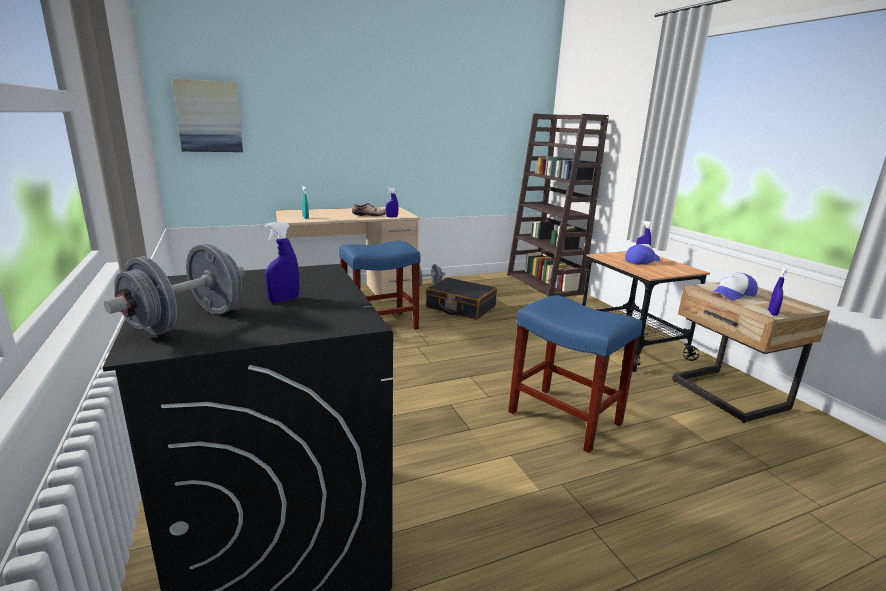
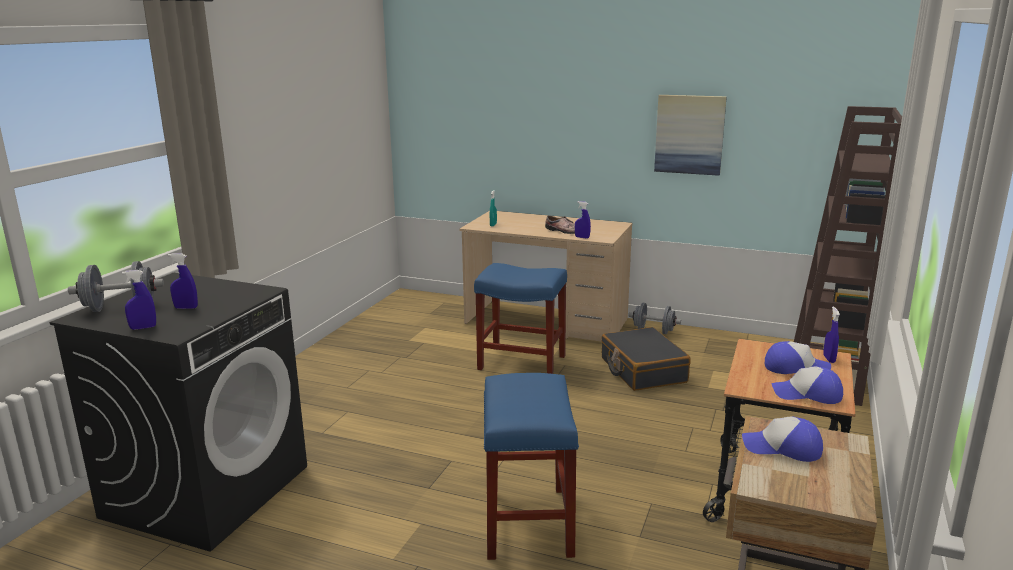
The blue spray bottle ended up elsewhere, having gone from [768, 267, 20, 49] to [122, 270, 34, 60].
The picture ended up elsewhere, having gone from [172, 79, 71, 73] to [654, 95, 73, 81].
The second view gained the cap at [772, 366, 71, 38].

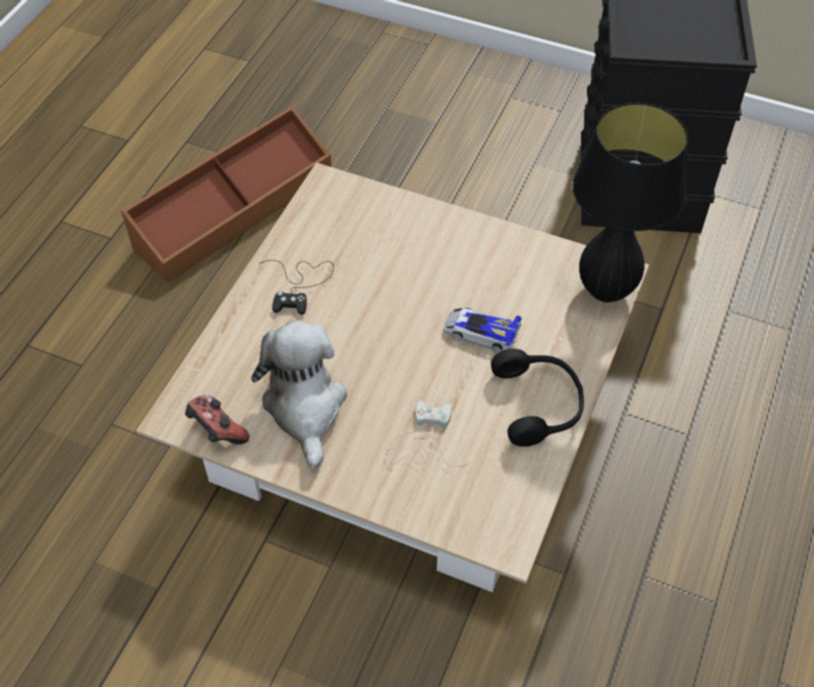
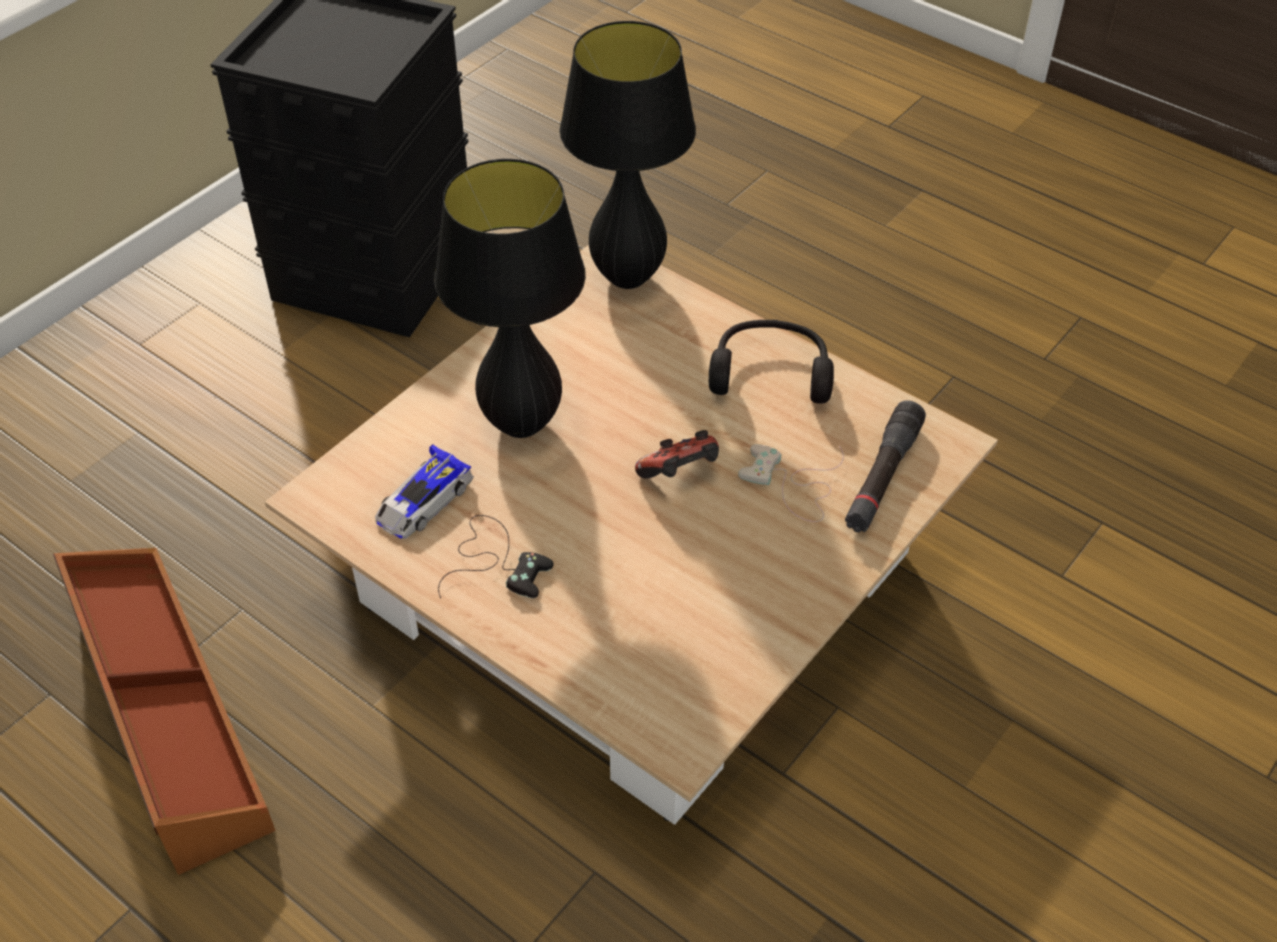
The toy car ended up elsewhere, having gone from [443, 308, 79, 45] to [375, 444, 99, 95].
The second view gained the black table lamp at [434, 159, 152, 279].
The game controller ended up elsewhere, having gone from [185, 395, 64, 49] to [635, 430, 84, 49].
The second view gained the black flashlight at [845, 400, 81, 132].
The second view lost the plush toy at [251, 320, 96, 149].

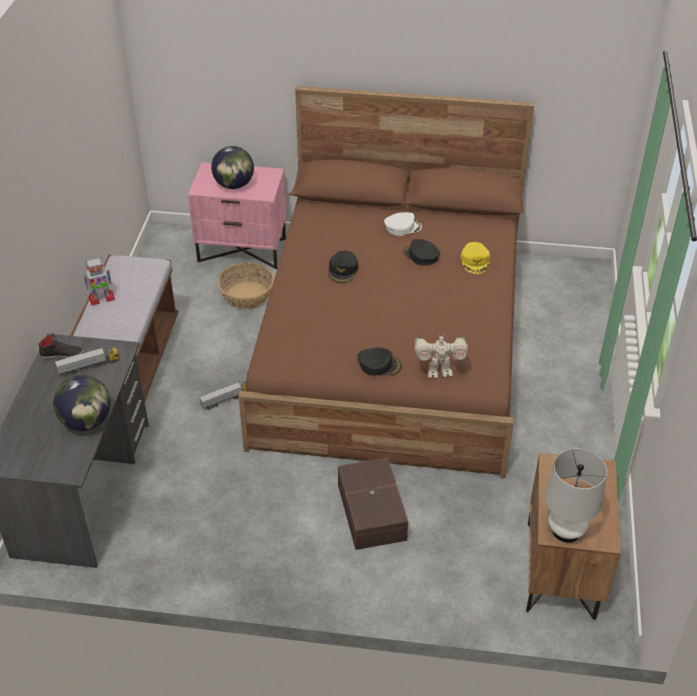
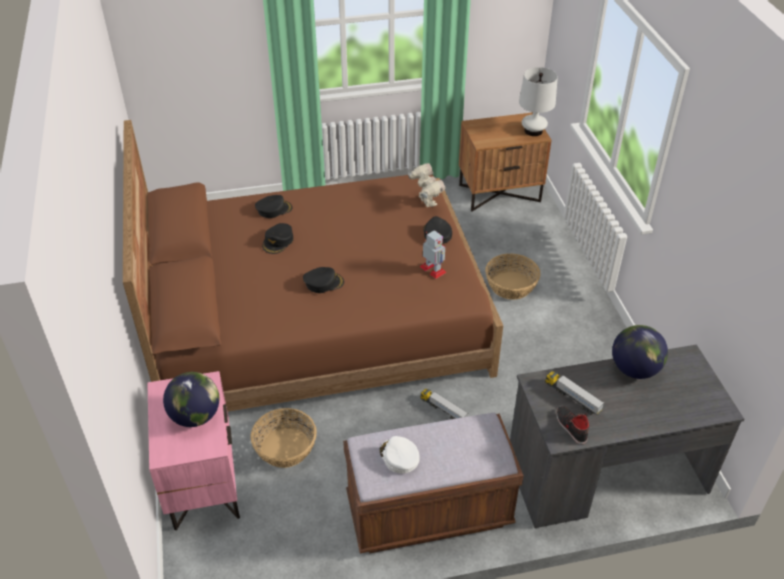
What was the yellow cap at [461, 242, 29, 32] turned into the black cap at [255, 195, 37, 23].
The white cap ended up elsewhere, having gone from [384, 212, 38, 24] to [379, 436, 41, 38].
The toy robot ended up elsewhere, having gone from [83, 257, 32, 49] to [420, 230, 26, 49].
Where the brown storage box stood at [338, 458, 70, 92], the basket came to stand at [485, 254, 56, 46].

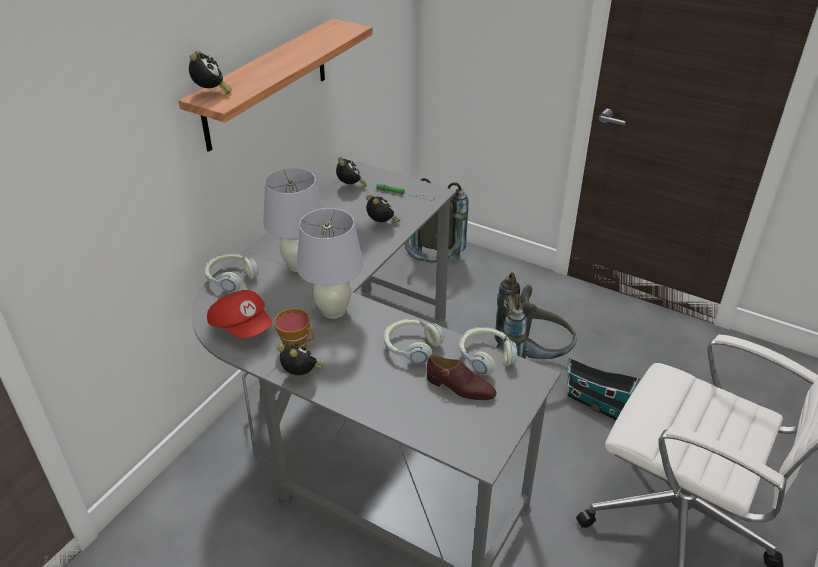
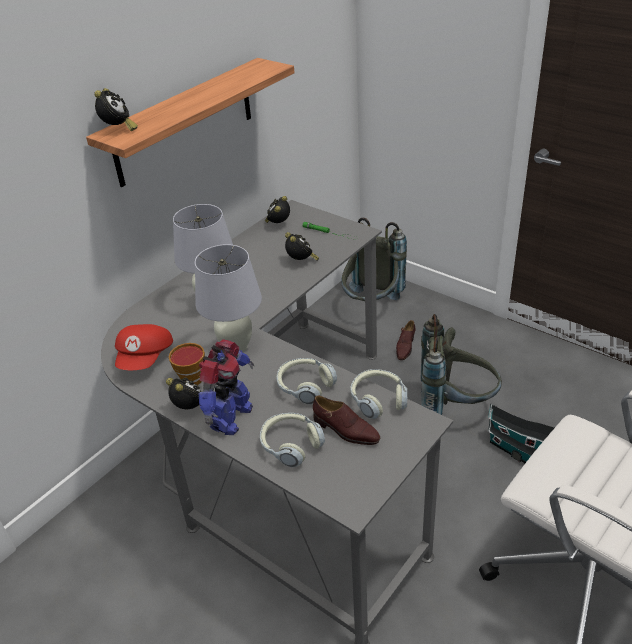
The red cap at [207, 290, 65, 48] ended up facing another way, 45 degrees clockwise from before.
The second view gained the toy robot at [199, 339, 55, 96].
The headphones ended up elsewhere, having gone from [204, 254, 55, 38] to [260, 413, 65, 54].
The alarm clock at [336, 157, 31, 31] ended up facing another way, 150 degrees counterclockwise from before.
The second view gained the brown shoe at [396, 320, 20, 40].

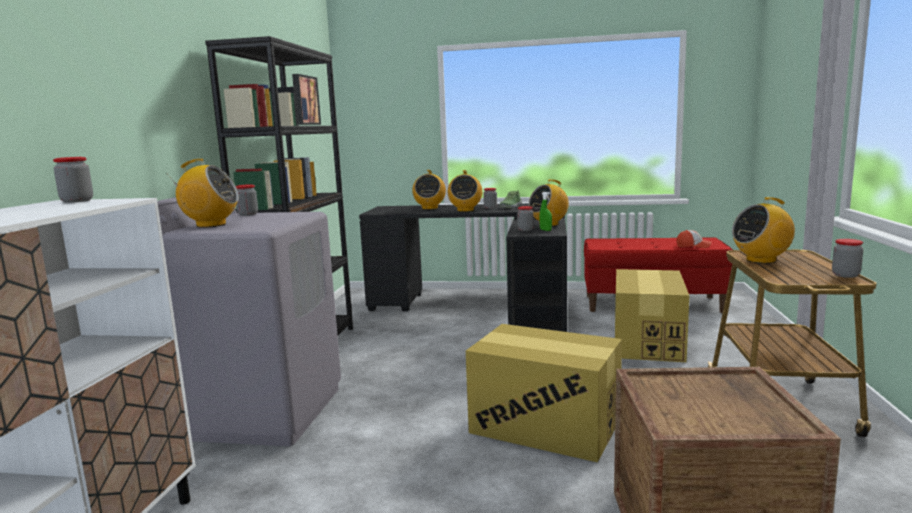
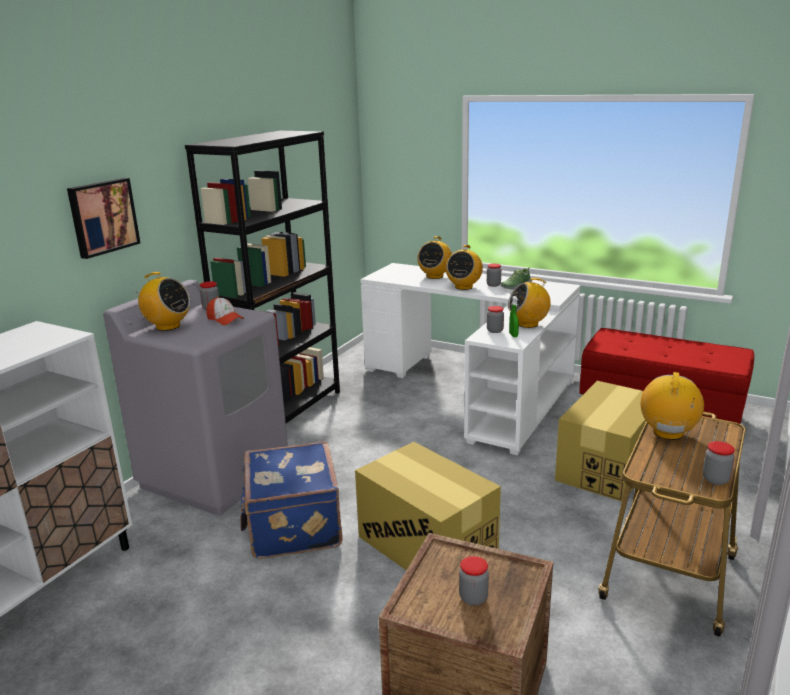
The picture ended up elsewhere, having gone from [292, 74, 29, 51] to [67, 178, 73, 81].
The cap ended up elsewhere, having gone from [676, 230, 36, 18] to [206, 297, 38, 28].
The second view gained the blue suitcase at [240, 441, 102, 118].
What was the black desk at [359, 203, 208, 129] turned into the white desk at [360, 263, 220, 192].
The jar ended up elsewhere, having gone from [53, 157, 40, 46] to [459, 556, 30, 50].
The radio at [732, 197, 63, 67] ended up facing another way, 105 degrees clockwise from before.

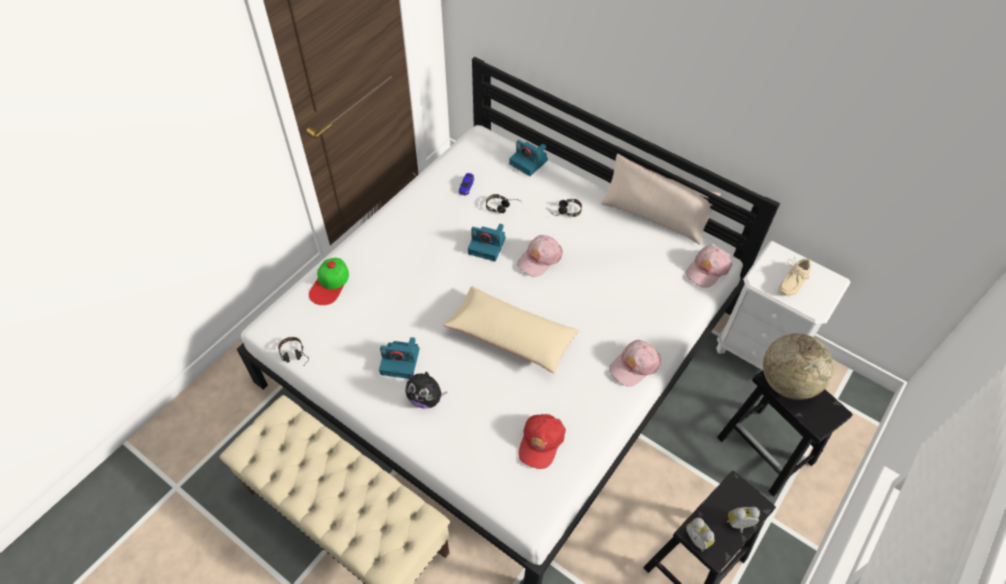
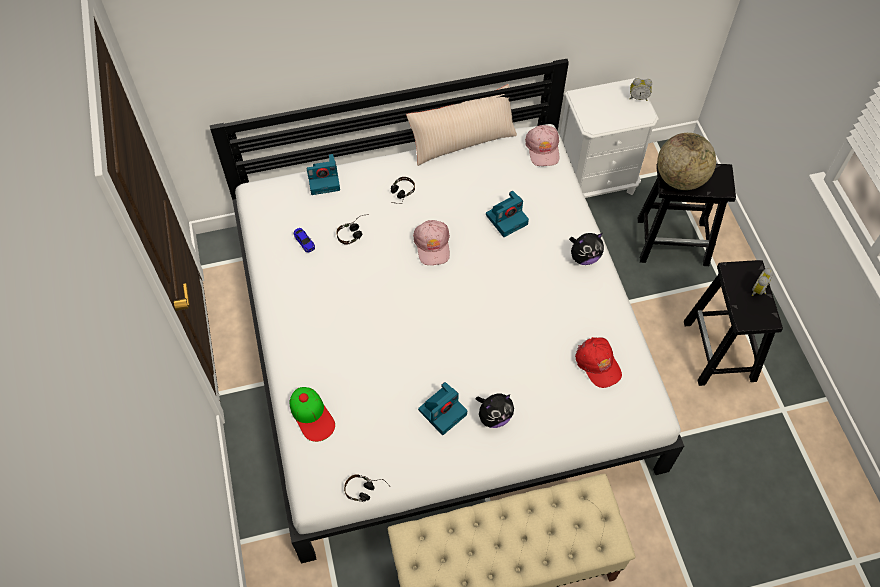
The photo camera ended up elsewhere, having gone from [468, 224, 38, 37] to [486, 191, 43, 46].
Where the pink cap stood at [609, 340, 52, 47], the plush toy came to stand at [569, 233, 35, 32].
The alarm clock ended up elsewhere, having gone from [686, 518, 28, 34] to [630, 78, 22, 23].
The second view lost the beige pillow at [443, 286, 136, 88].
The second view lost the beige shoe at [778, 257, 33, 39].

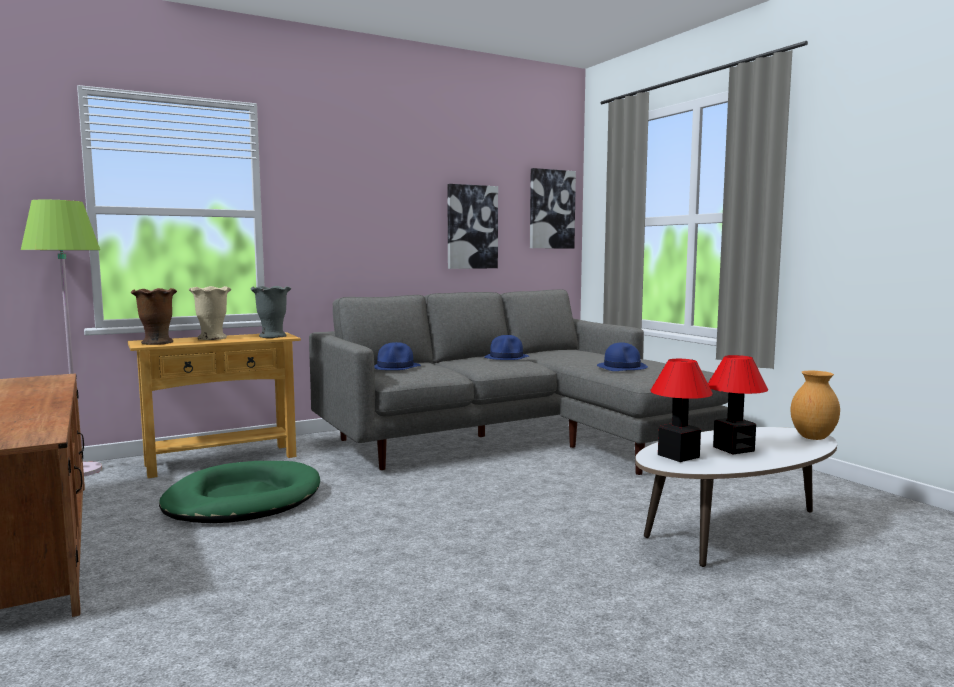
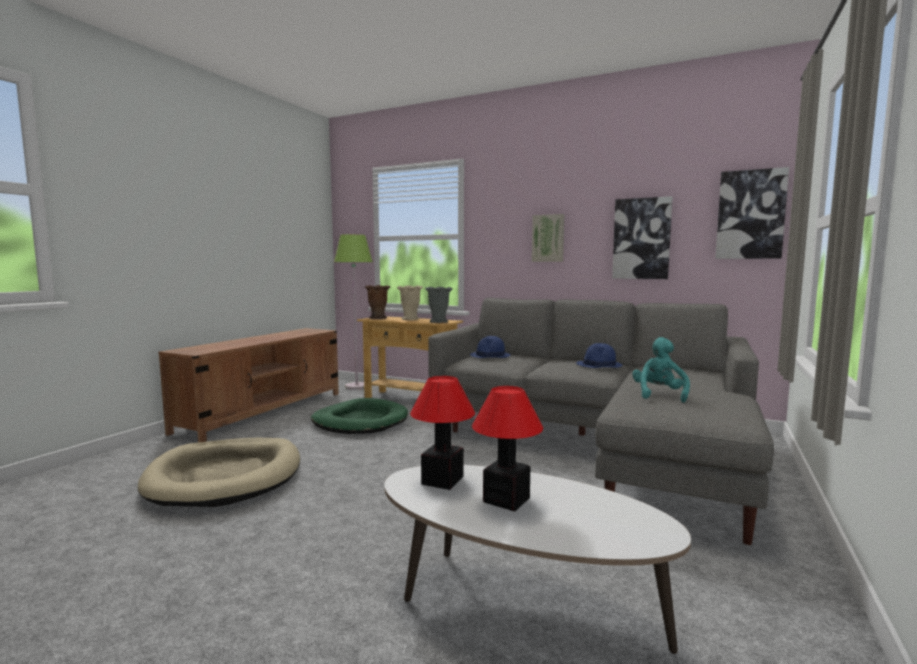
The second view gained the beige dog bed at [138, 438, 162, 69].
The second view gained the picture at [532, 214, 32, 48].
Where the blue hat stood at [597, 342, 51, 29], the turquoise plush toy came to stand at [632, 337, 58, 66].
The second view lost the brown vase at [791, 371, 49, 69].

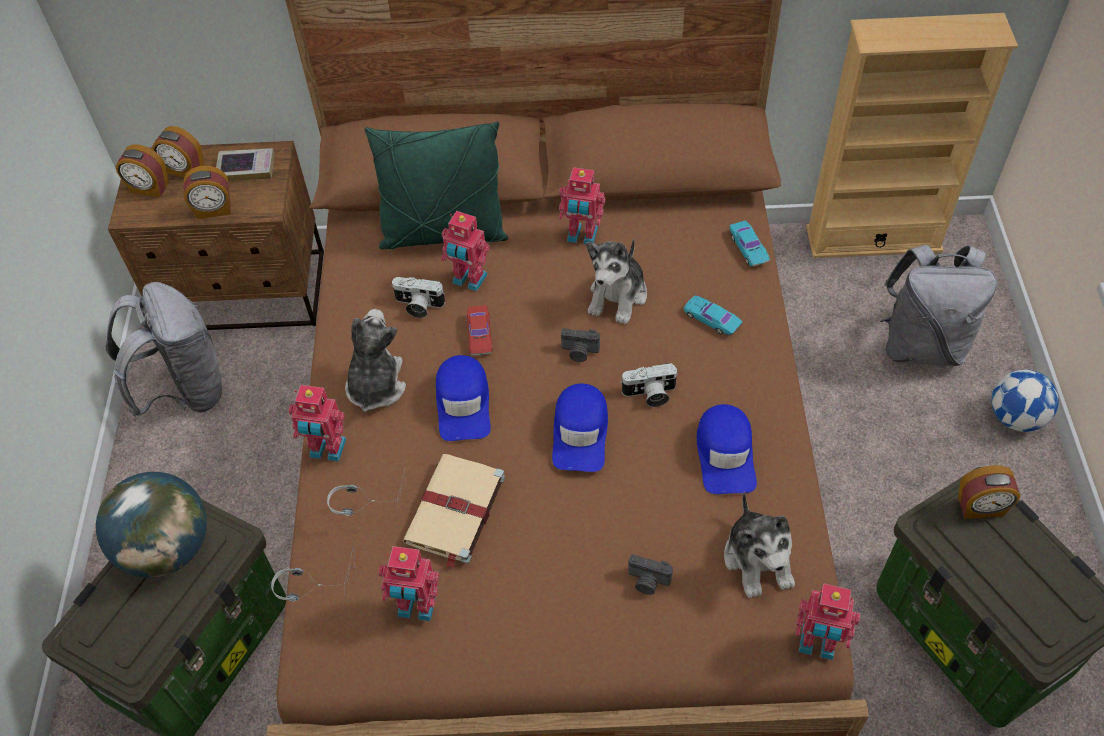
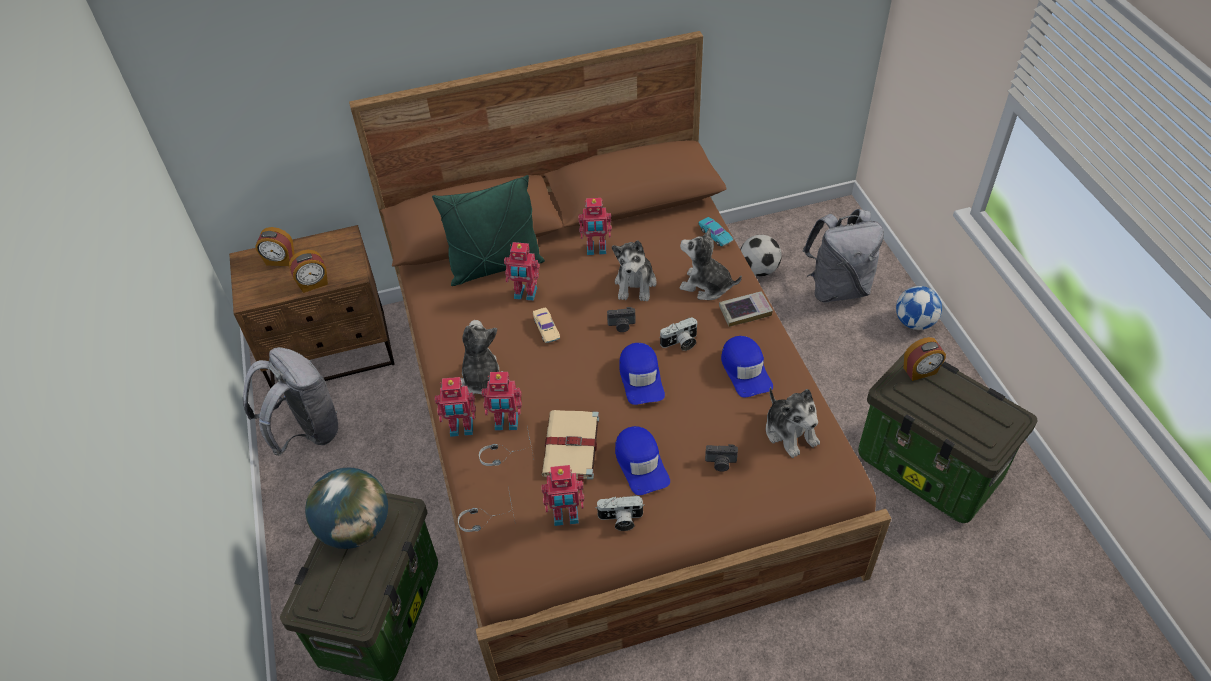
The toy robot ended up elsewhere, having gone from [795, 583, 65, 77] to [482, 372, 40, 58].
What was the red toy car at [467, 305, 26, 50] turned into the beige toy car at [533, 307, 27, 36].
The photo camera ended up elsewhere, having gone from [391, 277, 54, 41] to [596, 495, 48, 36].
The blue cap ended up elsewhere, having gone from [436, 355, 55, 86] to [615, 426, 55, 69].
Where the turquoise toy car stood at [684, 296, 58, 39], the plush toy came to stand at [680, 228, 62, 72].
The book ended up elsewhere, having gone from [216, 148, 58, 33] to [719, 291, 54, 36].
The second view gained the football at [740, 235, 42, 41].
The second view lost the alarm clock at [116, 144, 53, 53].
The second view lost the beige bookcase at [806, 13, 212, 245].

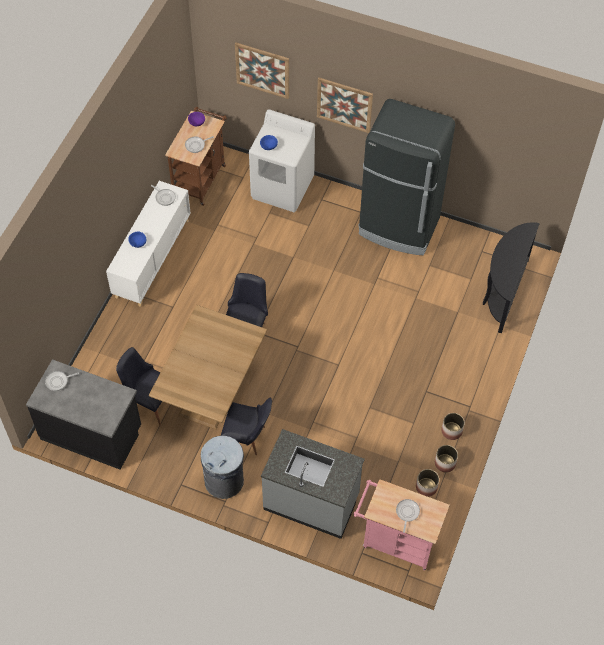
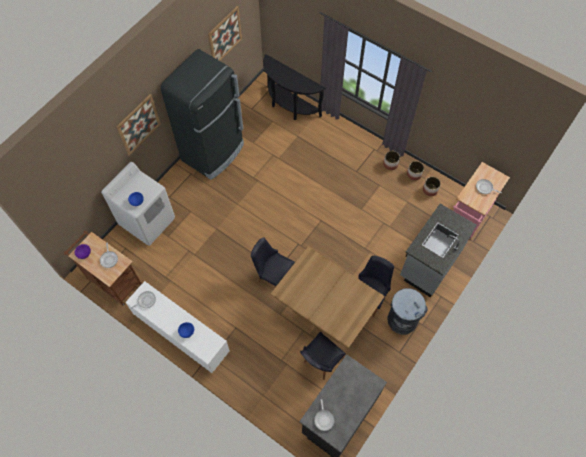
The picture ended up elsewhere, having gone from [235, 42, 54, 57] to [208, 6, 34, 55].

